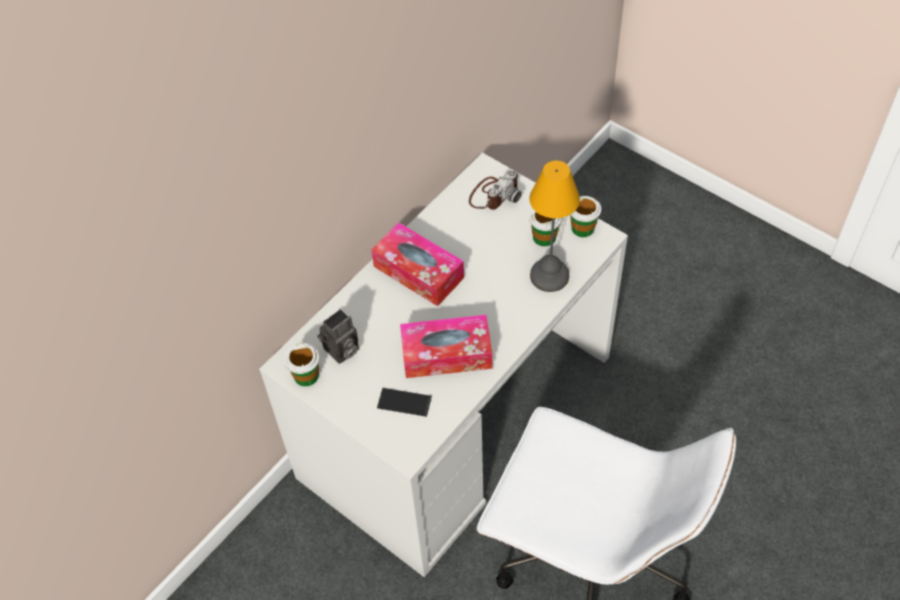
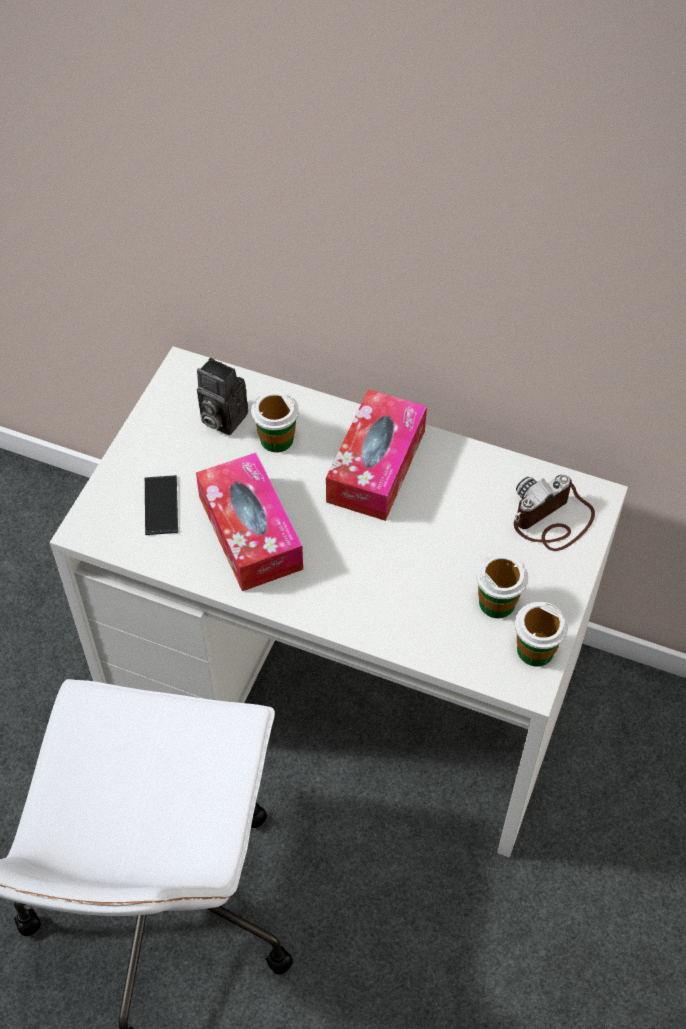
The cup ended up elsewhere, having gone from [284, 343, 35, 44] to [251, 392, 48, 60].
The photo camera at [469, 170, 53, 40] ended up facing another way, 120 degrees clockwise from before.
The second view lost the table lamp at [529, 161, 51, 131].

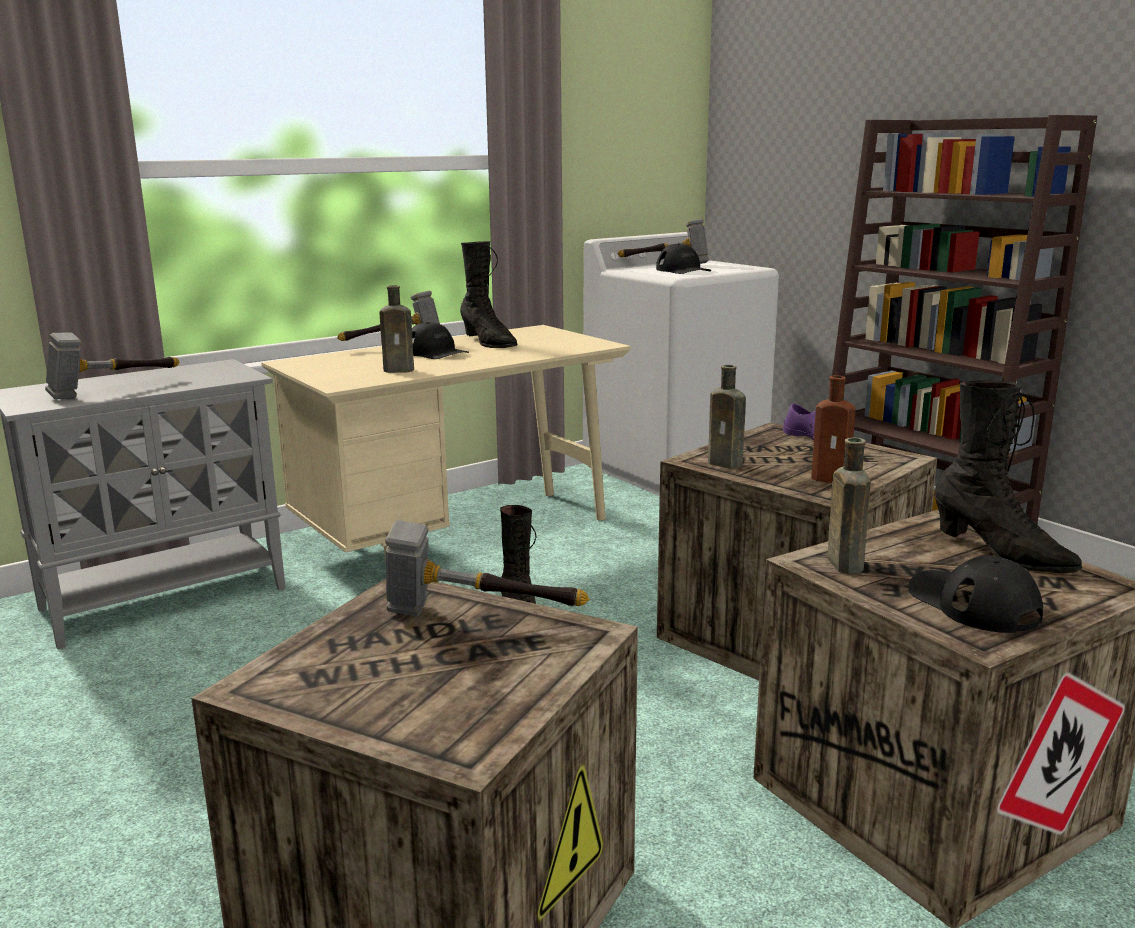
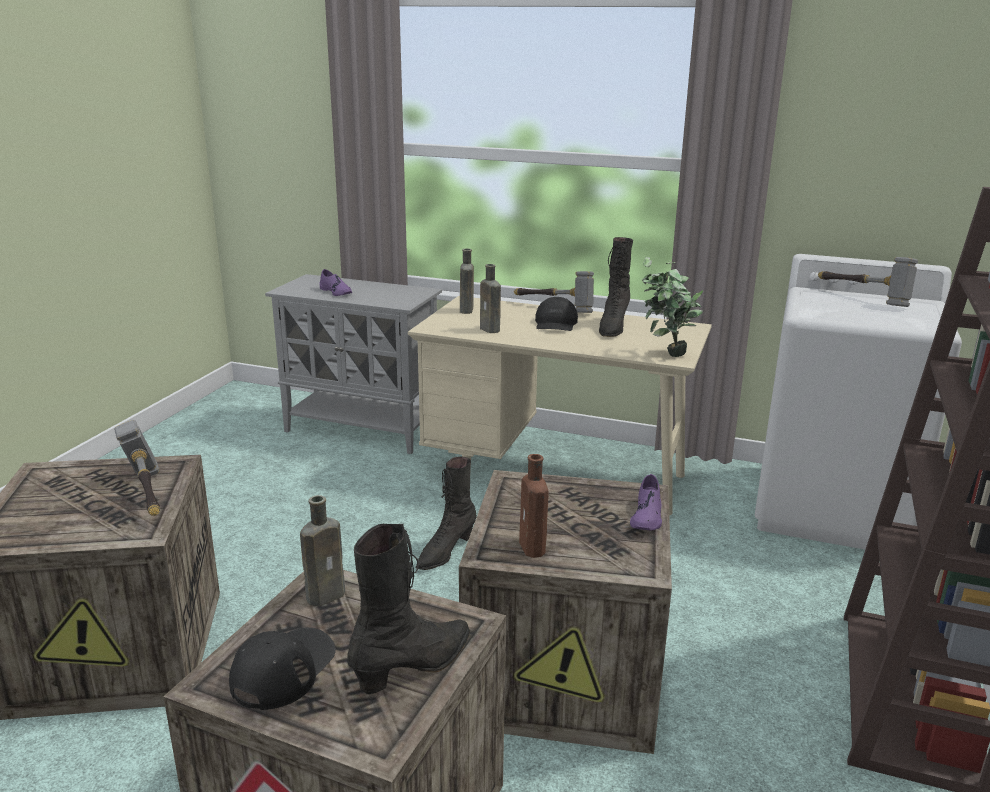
Where the hammer stood at [45, 333, 135, 66], the purple shoe came to stand at [320, 269, 32, 27].
The black boot at [934, 380, 148, 193] ended up facing another way, 150 degrees counterclockwise from before.
The brown bottle ended up elsewhere, having gone from [708, 365, 38, 103] to [460, 248, 14, 66].
The second view gained the potted plant at [642, 257, 62, 100].
The second view lost the black cap at [656, 244, 56, 30].

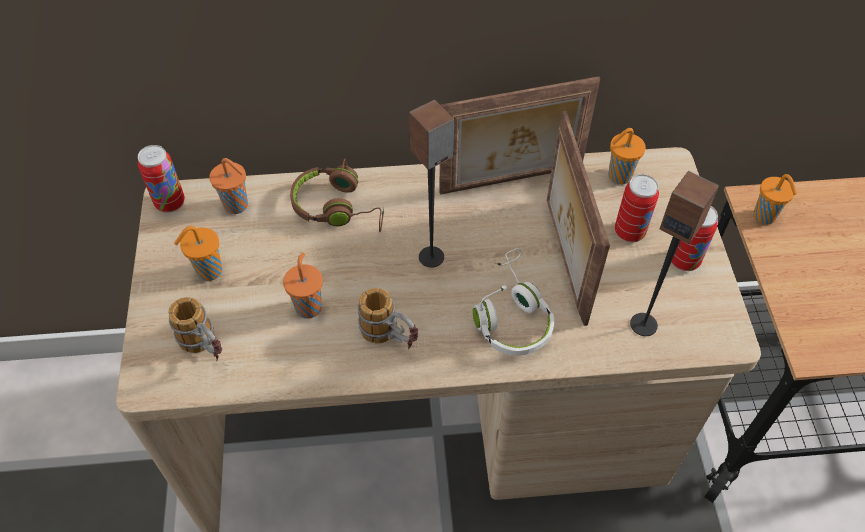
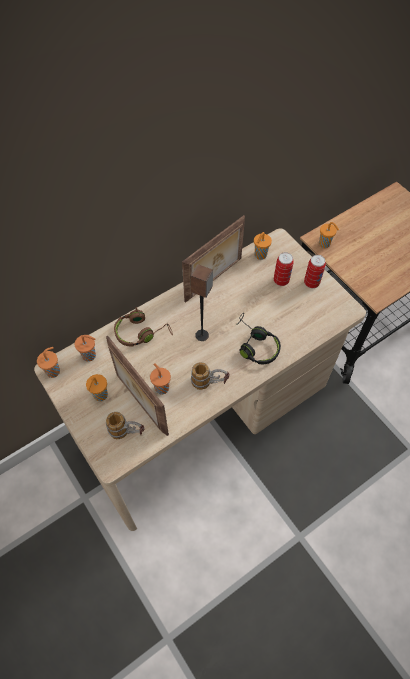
Where the can stood at [138, 145, 47, 68], the orange cup came to stand at [37, 347, 23, 31].
The picture frame ended up elsewhere, having gone from [547, 111, 63, 215] to [106, 336, 63, 100].
What was the white headphones at [473, 248, 81, 108] turned into the black headphones at [236, 313, 45, 51].
The second view lost the speaker at [630, 171, 89, 165].

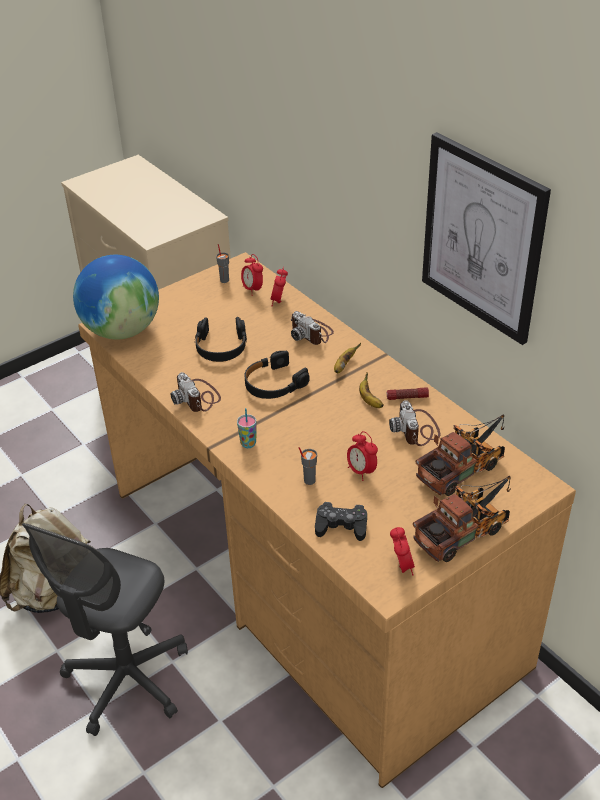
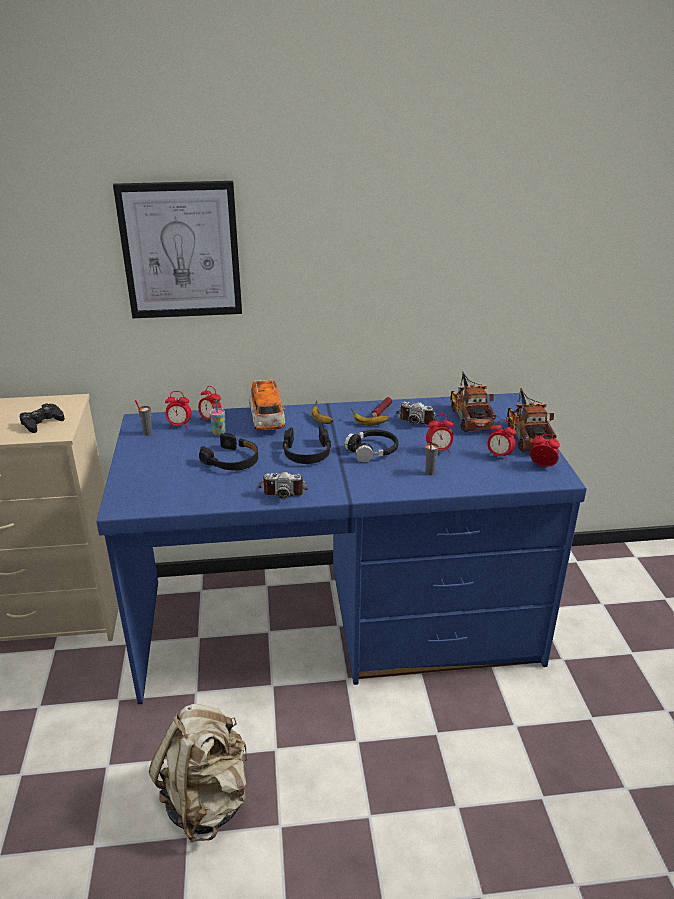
The black game controller ended up elsewhere, having gone from [315, 502, 52, 39] to [20, 403, 45, 30].
What was the brown desk at [78, 252, 498, 536] turned into the blue desk at [96, 393, 491, 311].
The picture ended up elsewhere, having gone from [422, 132, 129, 213] to [113, 181, 129, 137].
The cup ended up elsewhere, having gone from [237, 408, 20, 40] to [209, 400, 16, 36].
Where the photo camera stood at [291, 311, 43, 34], the toy car came to stand at [249, 379, 36, 51].
The second view gained the black headphones at [345, 430, 53, 32].
The second view gained the alarm clock at [487, 419, 29, 42].
The second view lost the grey office chair at [22, 523, 166, 213].
The second view lost the globe at [73, 255, 86, 85].

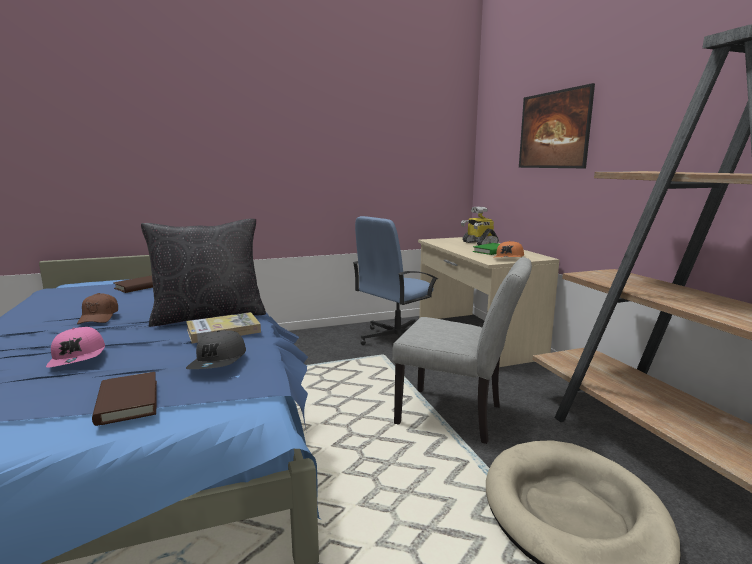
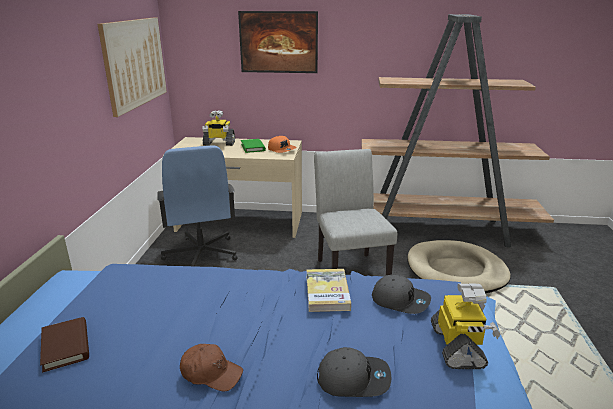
The second view gained the picture at [98, 17, 69, 100].
The grey chair at [392, 257, 140, 187] ended up facing another way, 60 degrees counterclockwise from before.
What was the pink cap at [46, 327, 59, 41] turned into the grey cap at [317, 347, 74, 50].
Where the brown book stood at [92, 372, 65, 54], the toy robot came to stand at [431, 283, 70, 86].
The second view lost the black pillow at [141, 219, 125, 108].

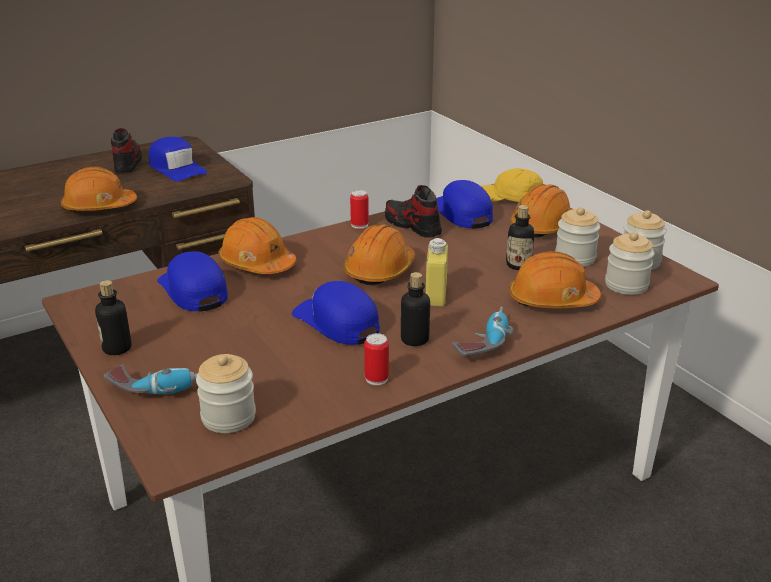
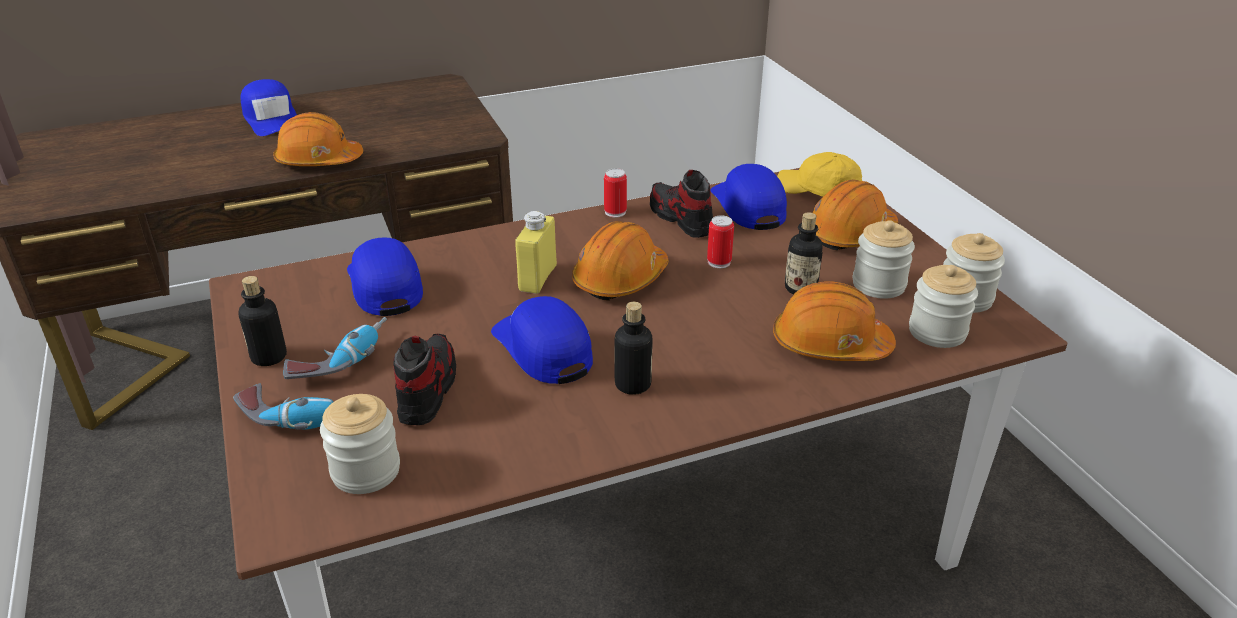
The blue cap ended up elsewhere, having gone from [149, 137, 59, 44] to [241, 79, 56, 57].
The power drill ended up elsewhere, having gone from [452, 306, 62, 50] to [283, 317, 104, 62].
The shoe ended up elsewhere, having gone from [111, 128, 31, 44] to [393, 334, 63, 91].
The yellow bottle ended up elsewhere, having gone from [426, 238, 22, 68] to [515, 211, 42, 83].
The can ended up elsewhere, having gone from [364, 333, 25, 52] to [707, 215, 27, 53].
The second view lost the orange hard hat at [219, 217, 77, 57].

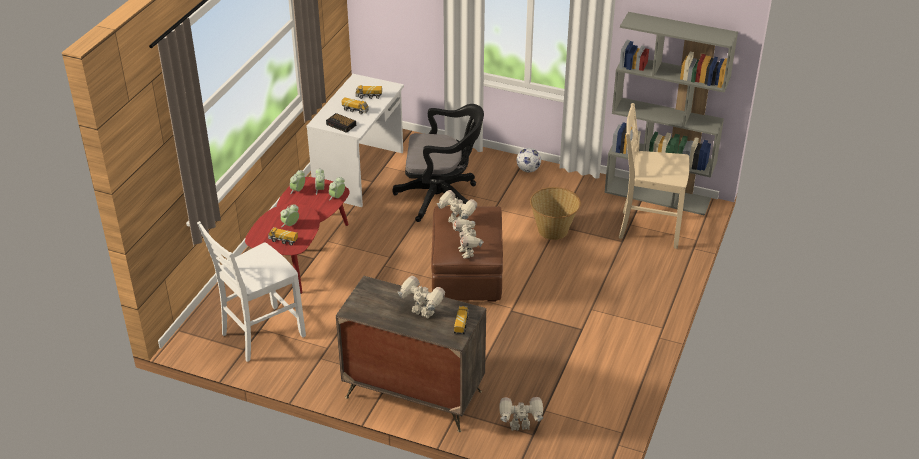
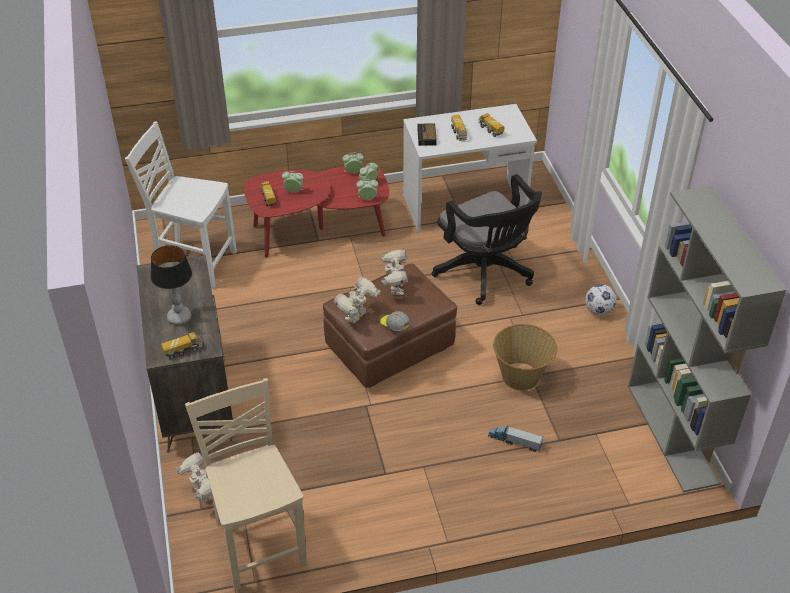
Where the toy robot stood at [398, 276, 47, 42], the table lamp came to stand at [151, 245, 41, 80].
The beige chair ended up elsewhere, having gone from [619, 103, 71, 146] to [185, 378, 122, 213].
The second view gained the cap at [380, 311, 31, 20].
The second view gained the toy truck at [488, 425, 55, 27].

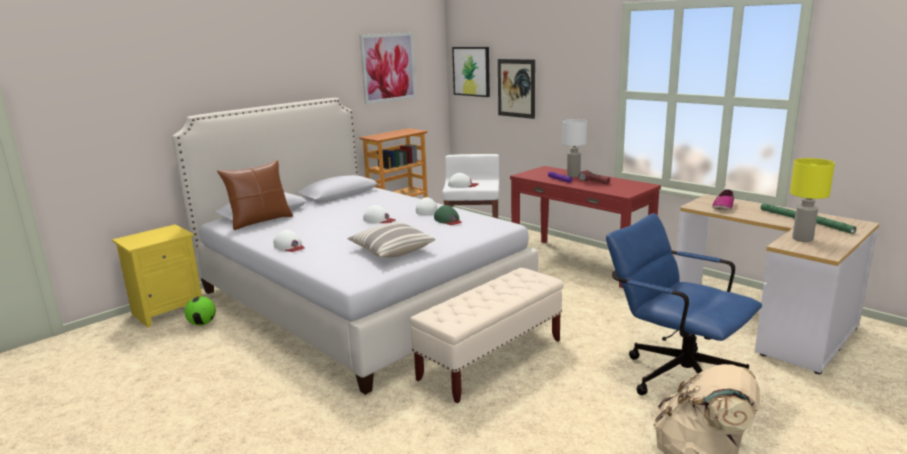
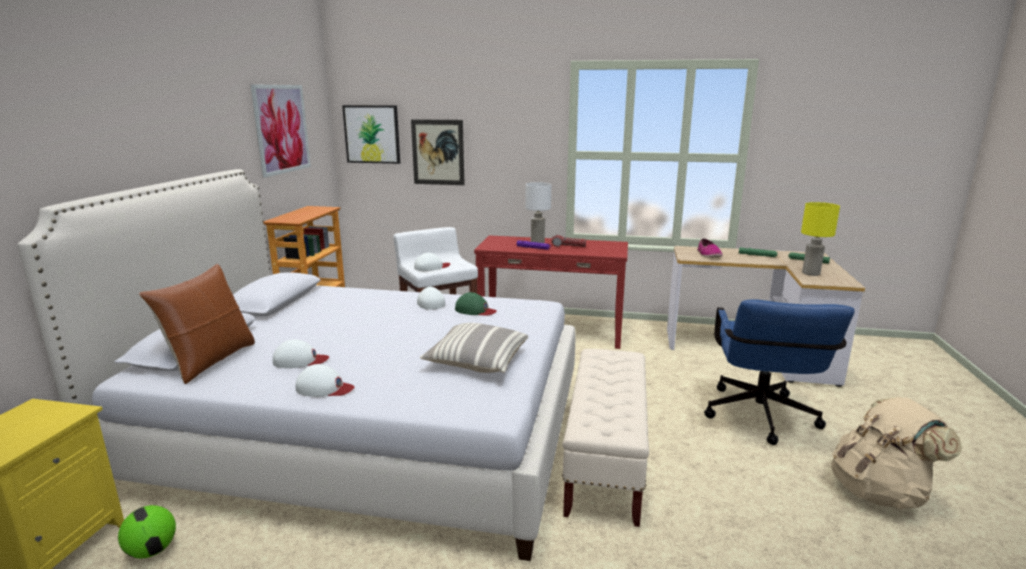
The white cap ended up elsewhere, having gone from [363, 205, 32, 18] to [273, 339, 56, 29].
The blue office chair at [606, 213, 156, 182] ended up facing another way, 90 degrees counterclockwise from before.

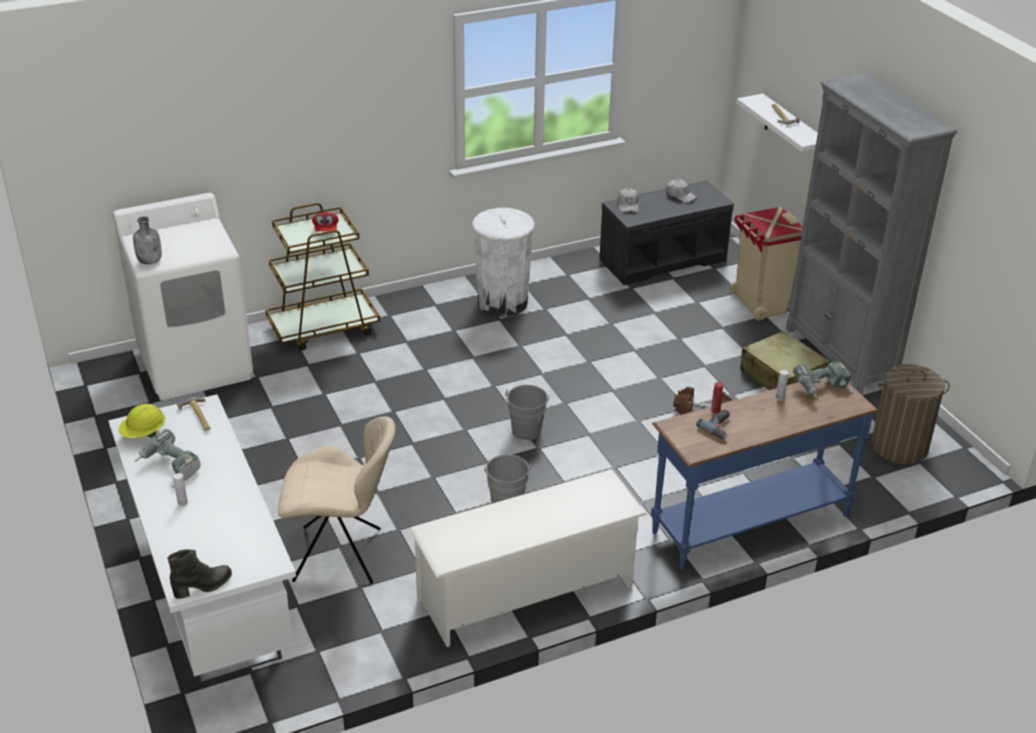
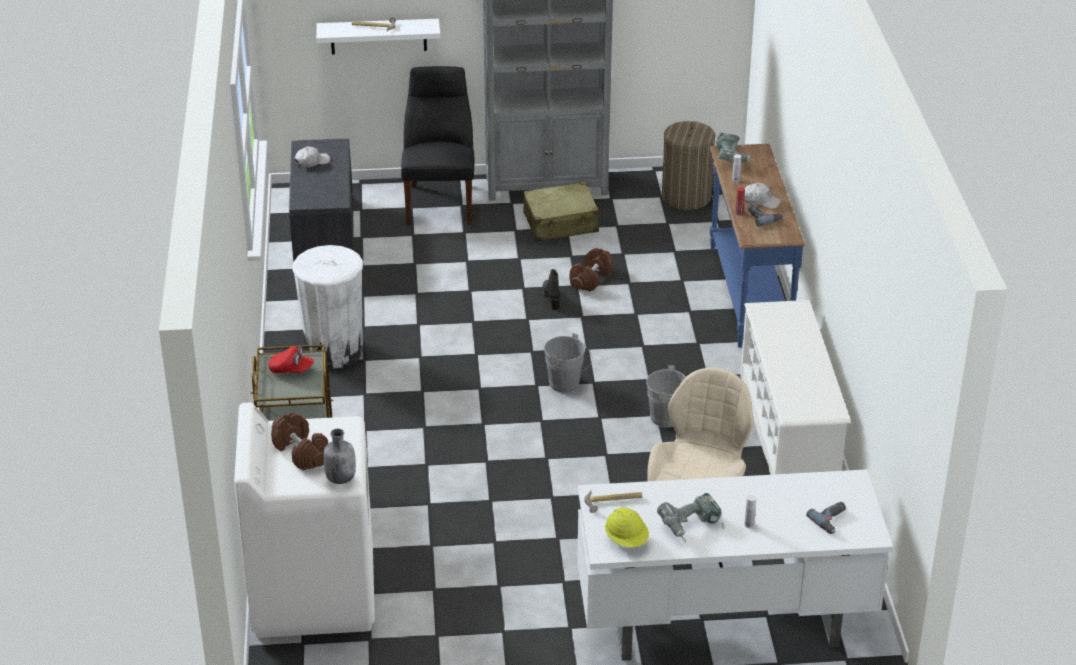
The second view gained the brown dumbbell at [271, 413, 57, 58].
Where the beige trash can stood at [729, 207, 74, 113], the black chair came to stand at [401, 66, 73, 159].
The black boot ended up elsewhere, having gone from [167, 549, 65, 50] to [542, 269, 18, 41].
The white cap ended up elsewhere, having gone from [617, 188, 22, 24] to [744, 183, 37, 26].
The second view gained the power drill at [806, 502, 40, 32].

